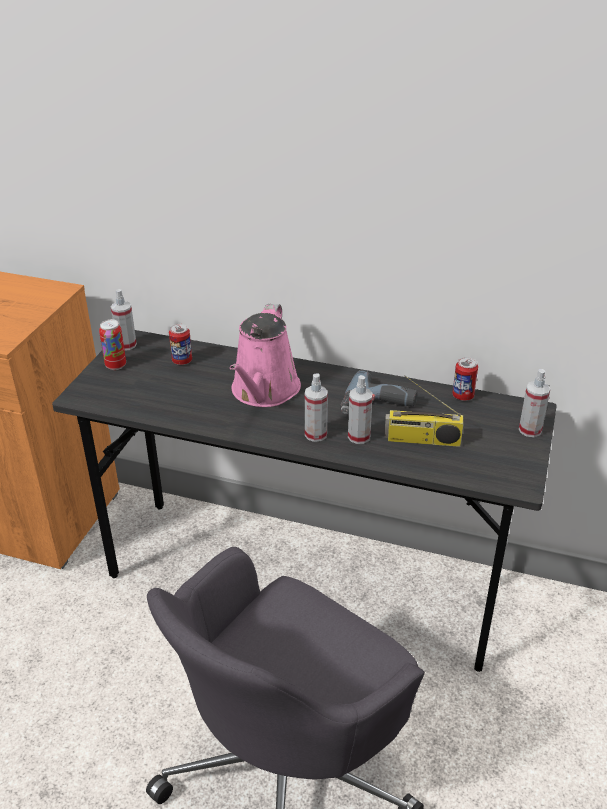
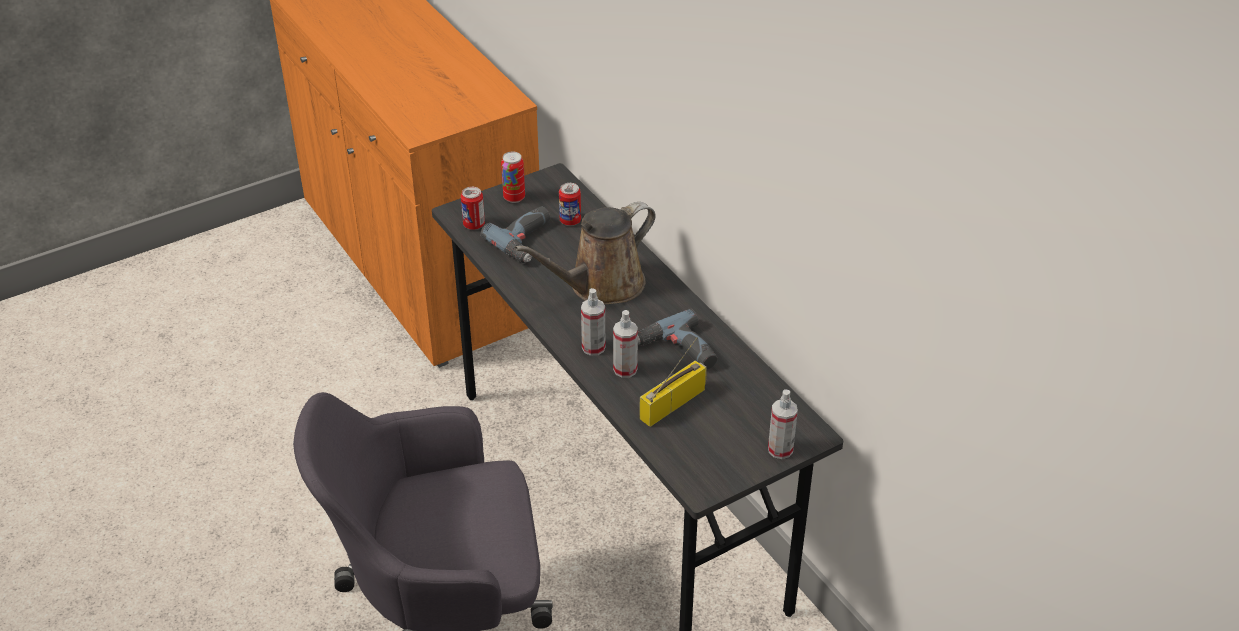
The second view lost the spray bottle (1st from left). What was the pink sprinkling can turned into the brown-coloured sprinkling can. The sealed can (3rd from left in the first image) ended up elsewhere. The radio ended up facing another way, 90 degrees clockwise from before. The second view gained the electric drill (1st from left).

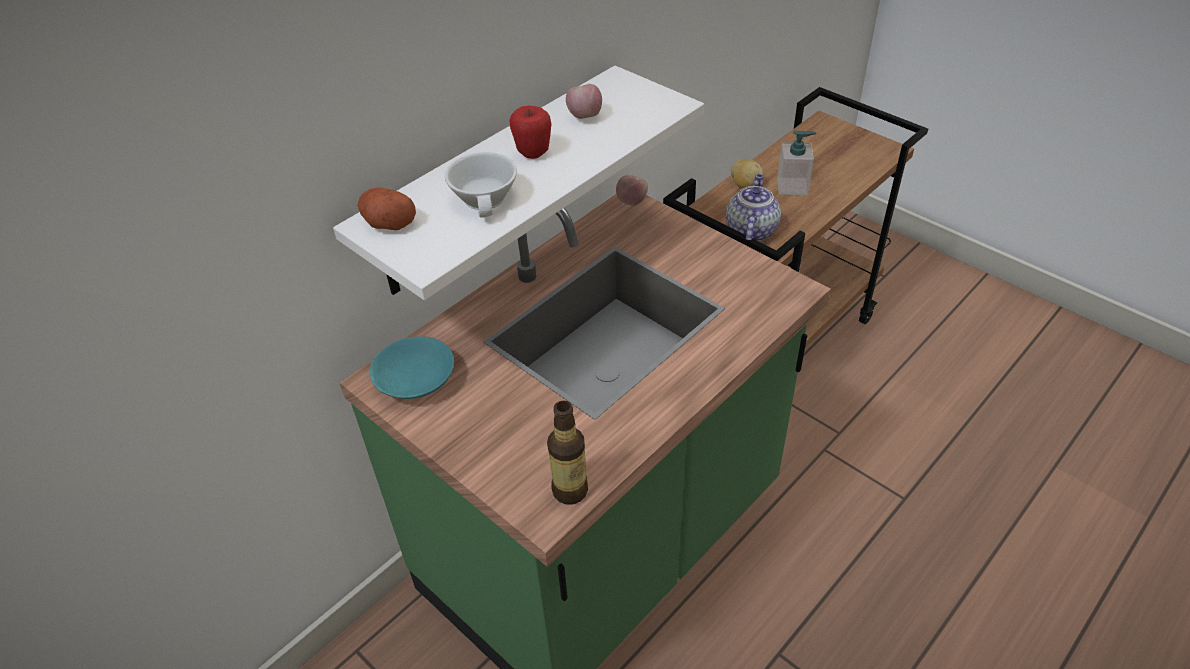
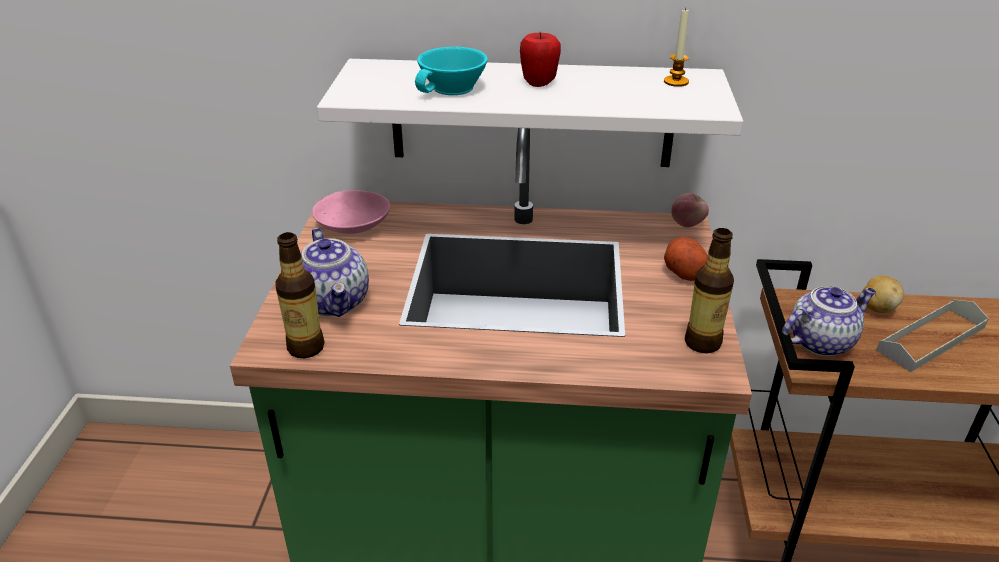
The second view lost the apple (2nd from left). Where the soap bottle stood, the gray serving tray came to stand. What was the white-coloured small cup turned into the turquoise small cup. The whole potato (1st from left) ended up elsewhere. What was the turquoise bowl turned into the pink bowl. The second view gained the wax light. The second view gained the tea pot (1st from left). The second view gained the bottle (2nd from left).

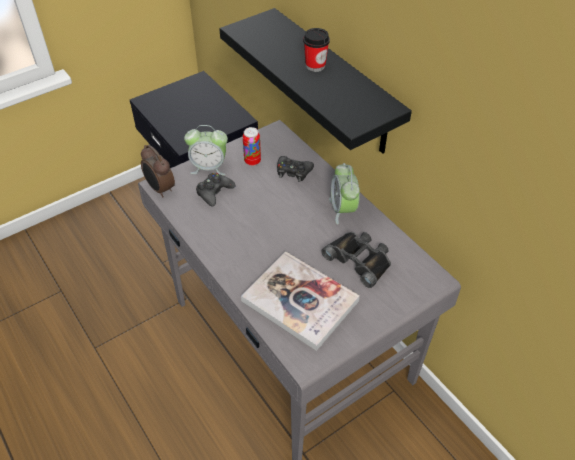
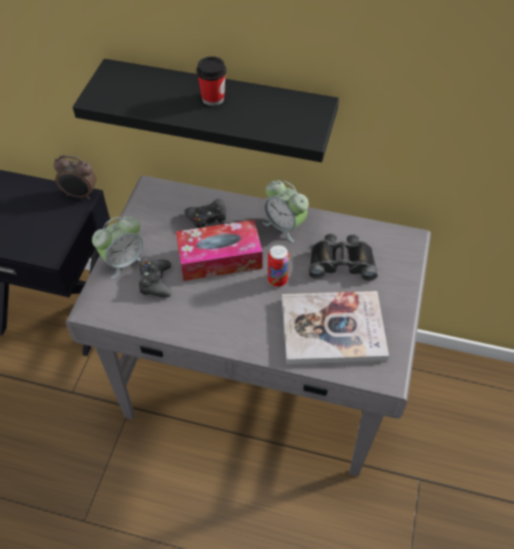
The sealed can ended up elsewhere. The table clock (1st from left) ended up elsewhere. The second view gained the tissue box.

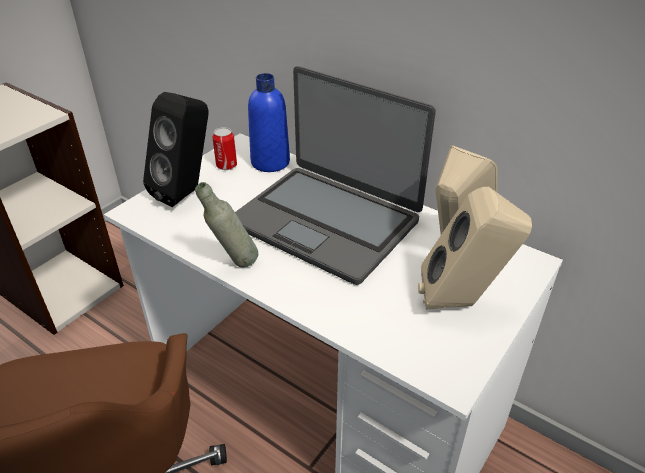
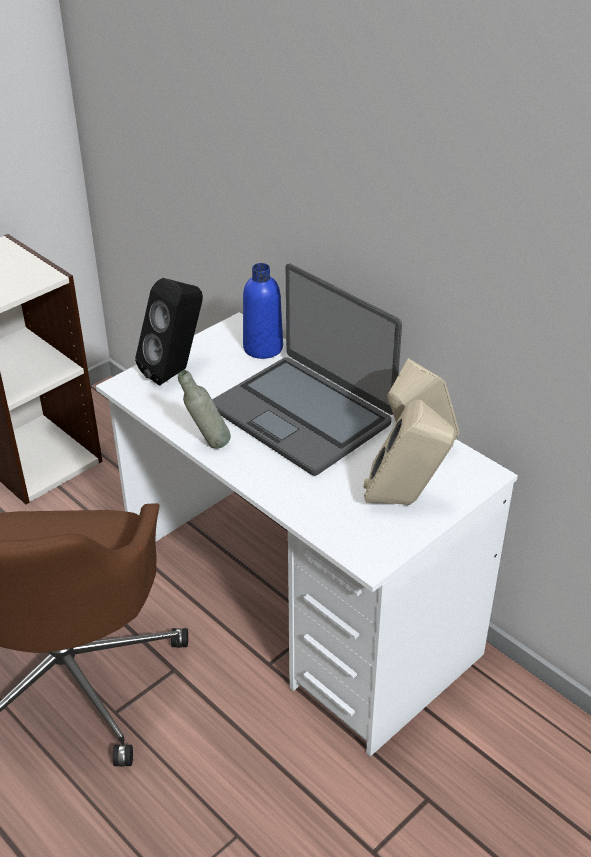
The second view lost the sealed can.

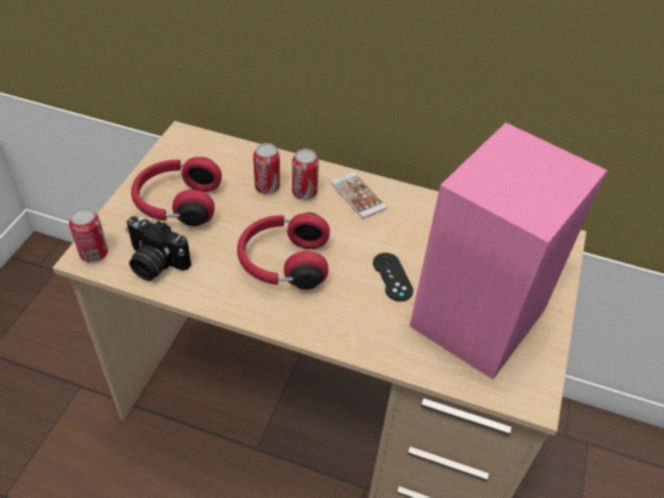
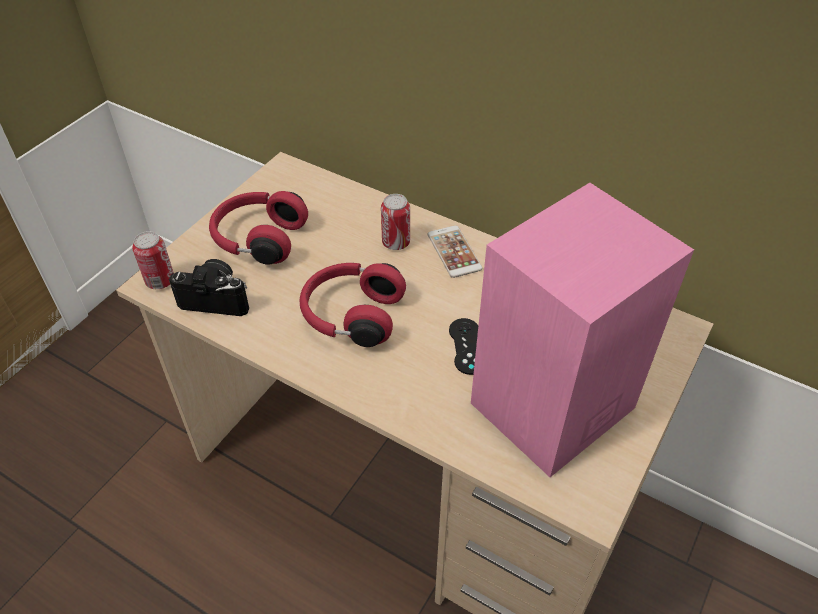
The second view lost the sealed can (2nd from left). The photo camera ended up facing another way, 150 degrees clockwise from before.

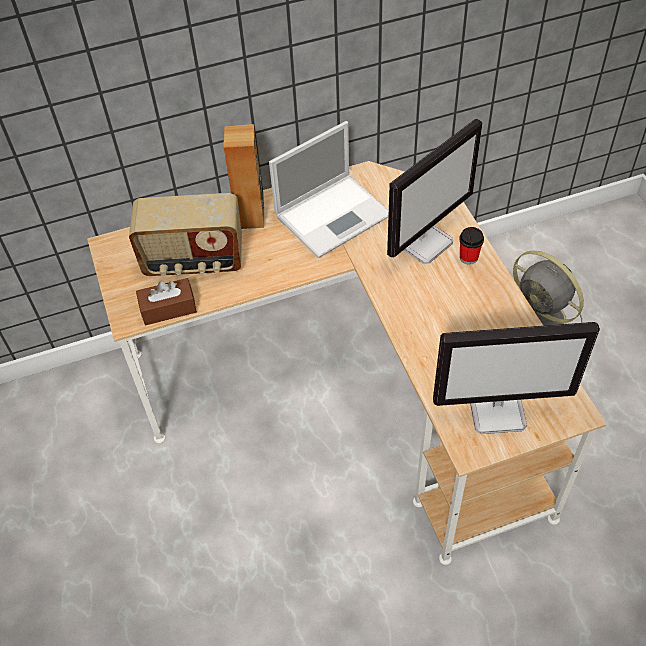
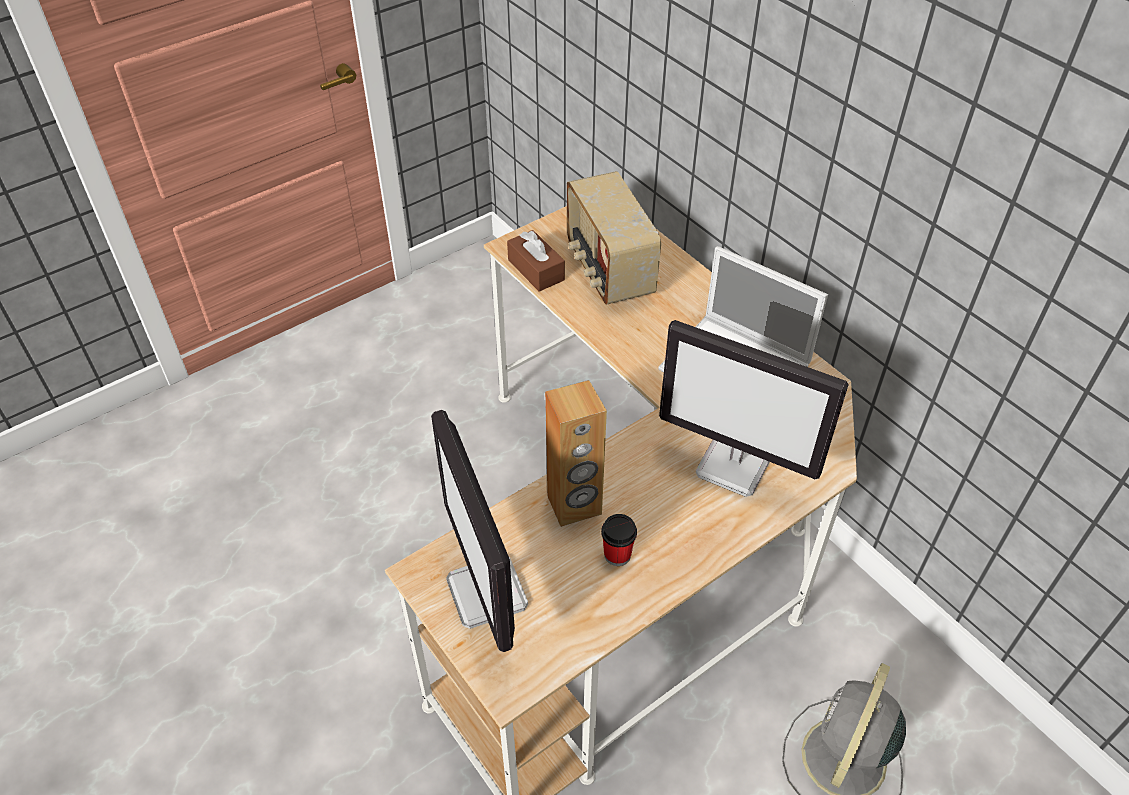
The brown-coloured loudspeaker ended up elsewhere. The small cup ended up elsewhere.

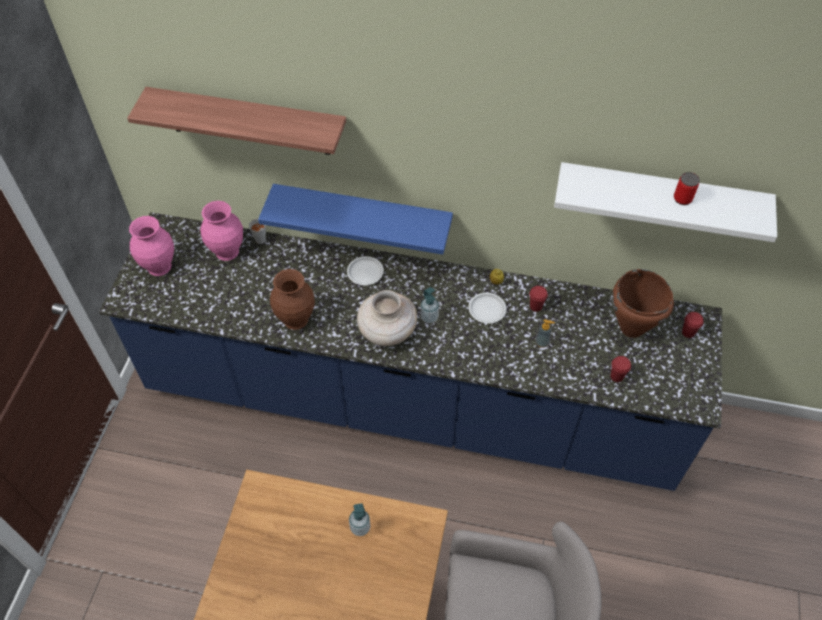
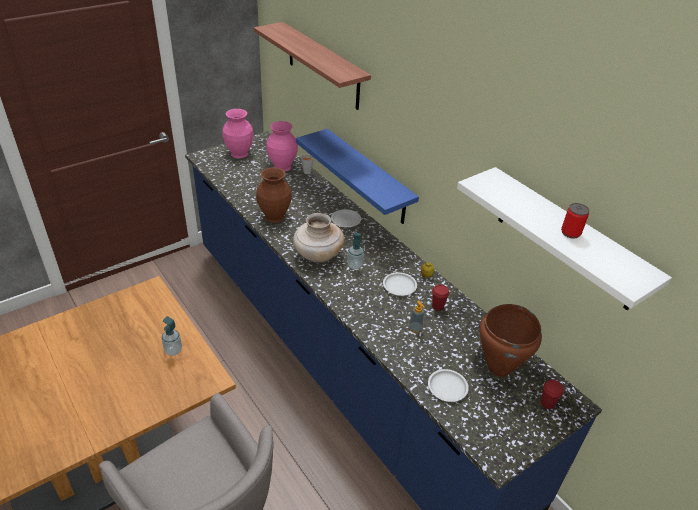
Where the red-coloured small cup (2nd from left) stood, the white-coloured dinner plate (3rd from left) came to stand.

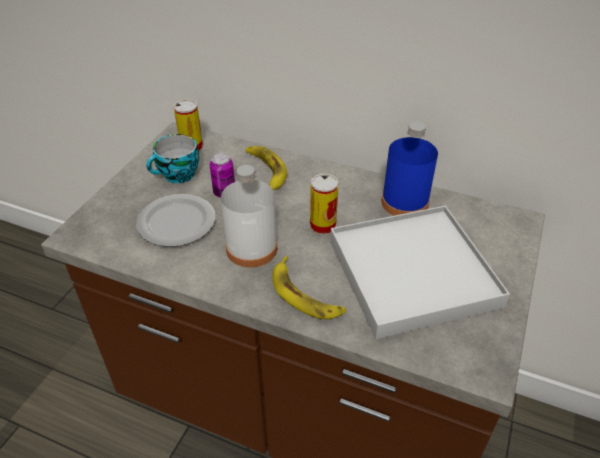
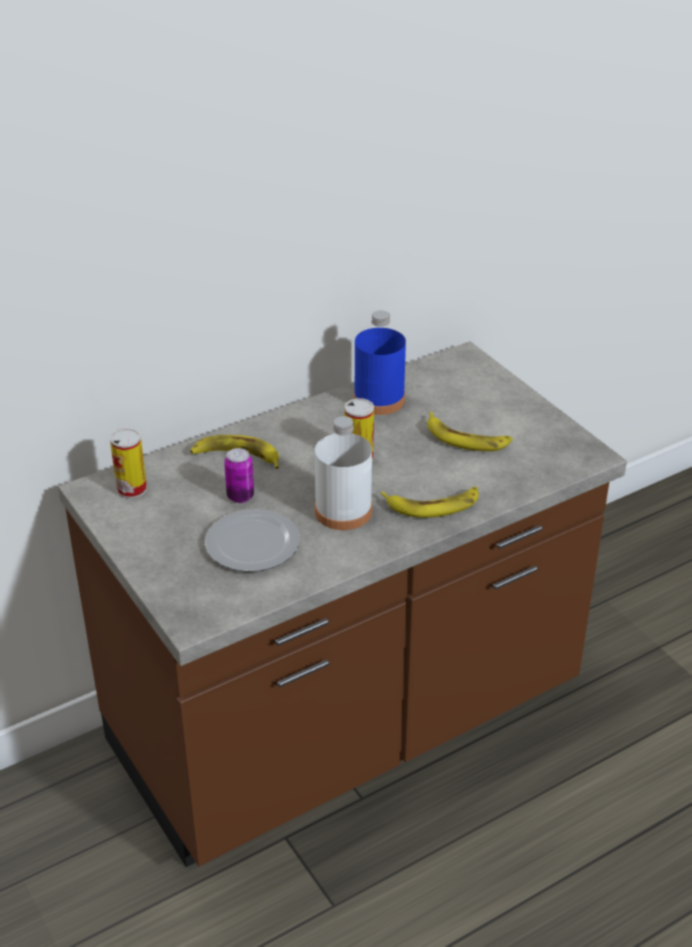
The second view lost the small cup. Where the white-coloured serving tray stood, the whole banana (3rd from left) came to stand.

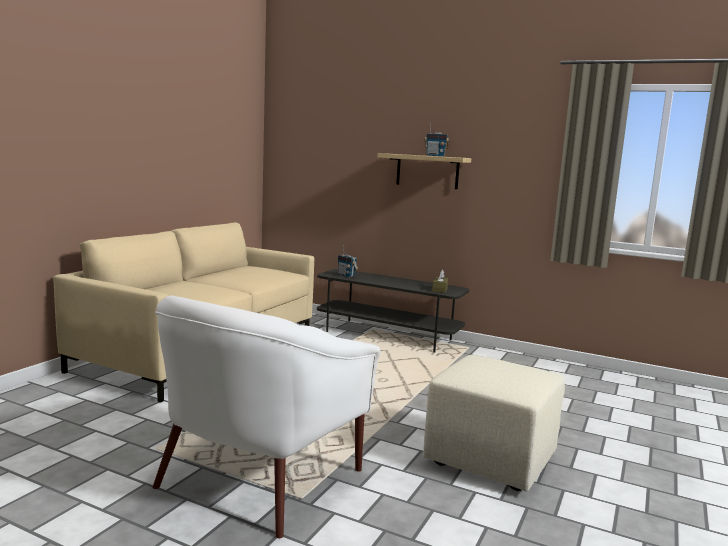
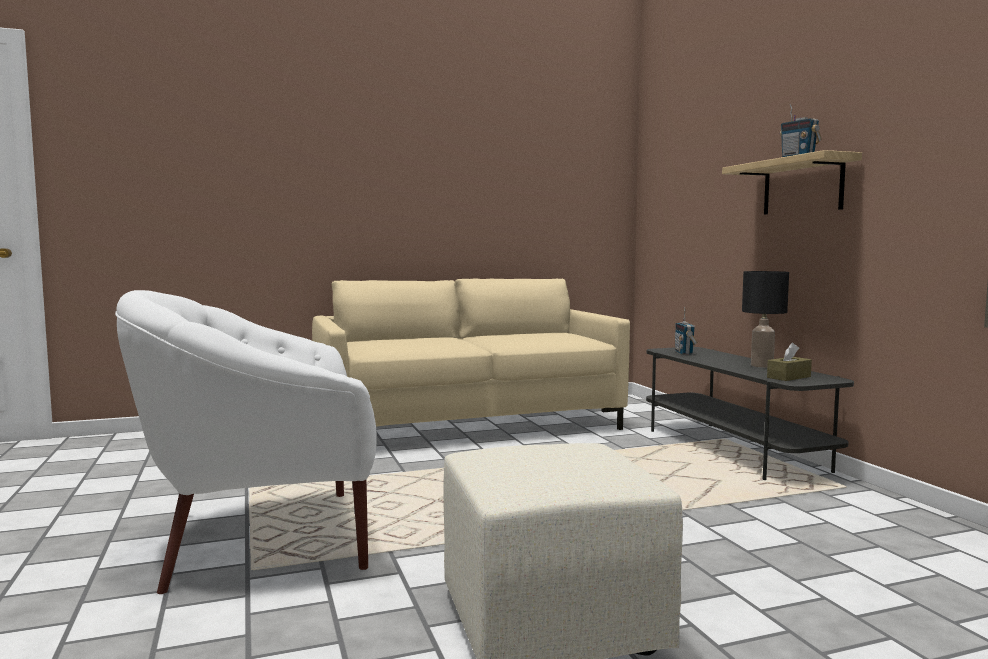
The second view gained the blackish table lamp.

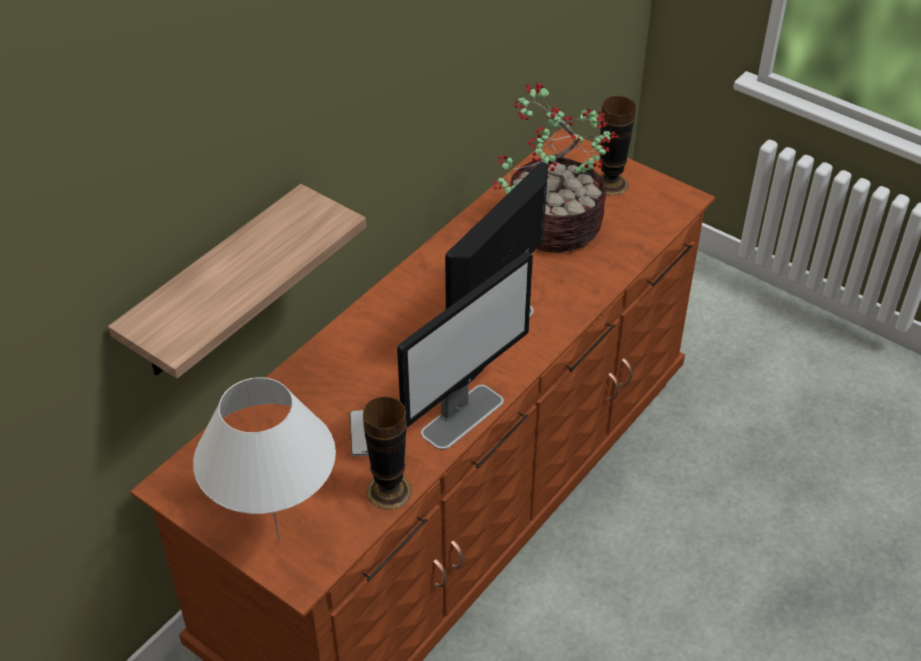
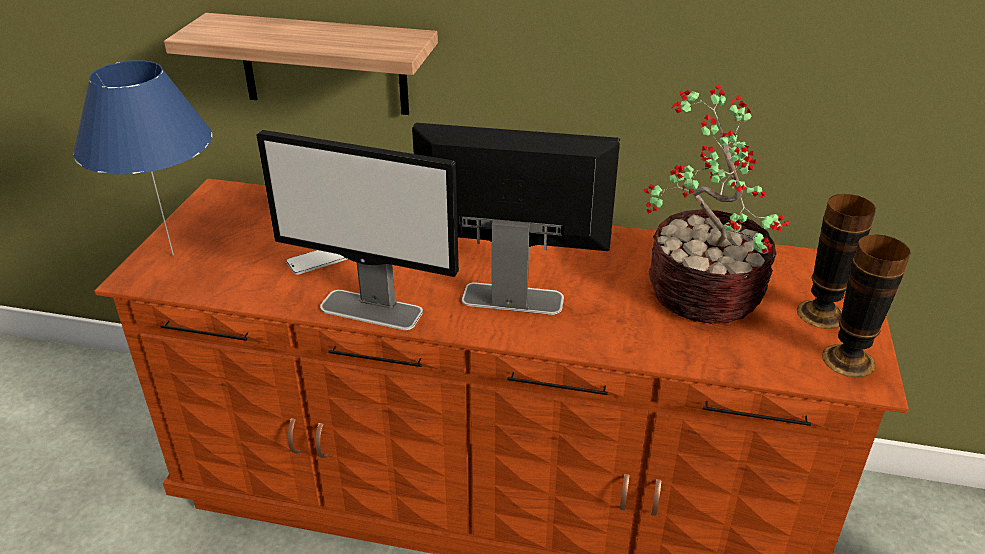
What was the white-coloured table lamp turned into the blue-coloured table lamp. The flower vase (1st from left in the first image) ended up elsewhere.

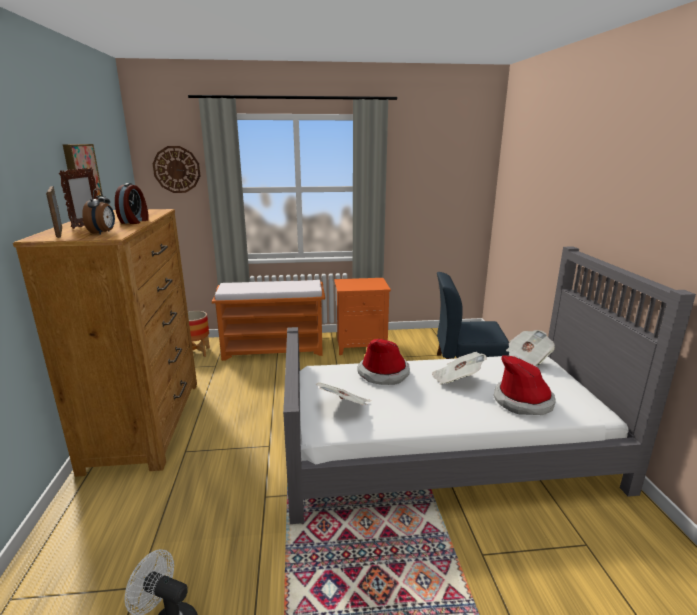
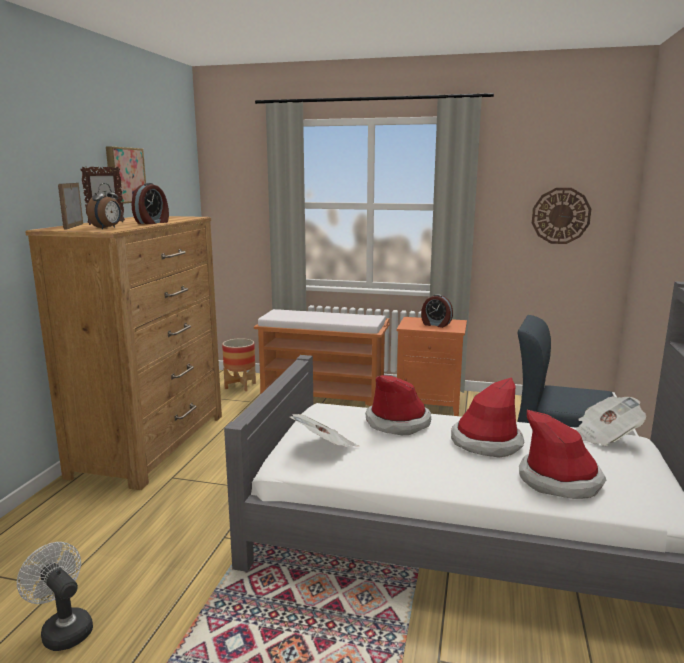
The clock on the wall ended up elsewhere. Where the printed paper (2nd from left) stood, the clothing hat (2nd from left) came to stand. The second view gained the table clock (3rd from left).

